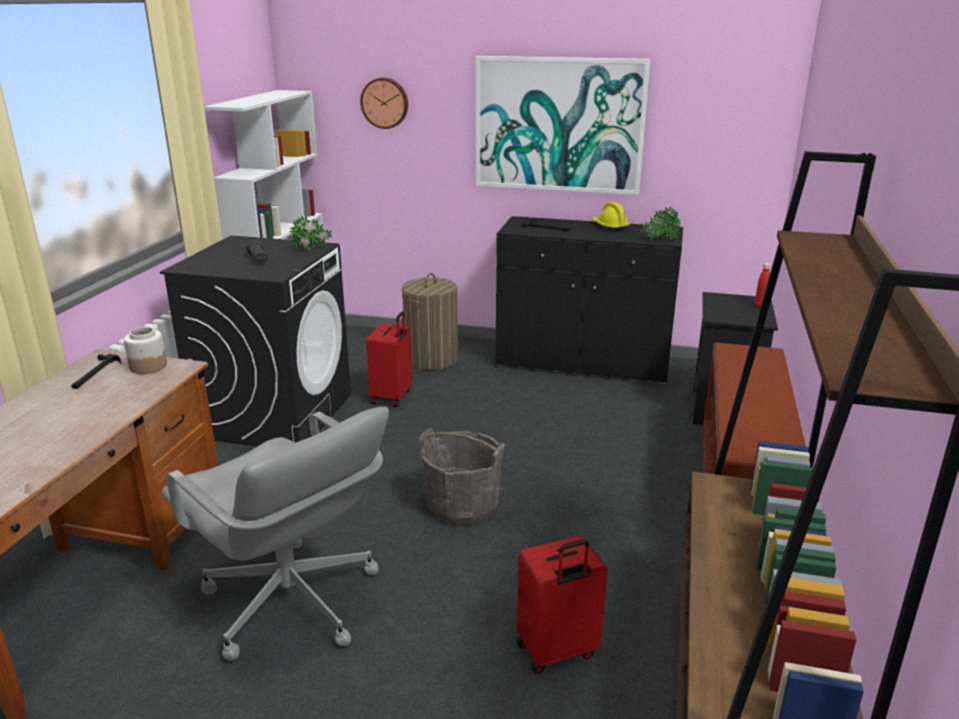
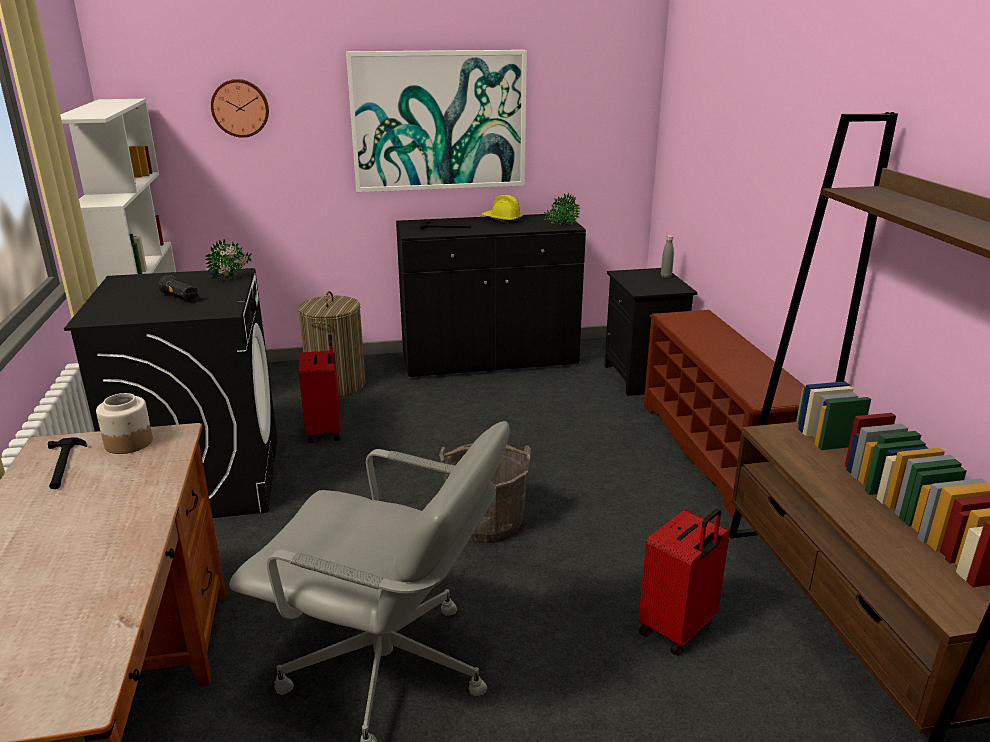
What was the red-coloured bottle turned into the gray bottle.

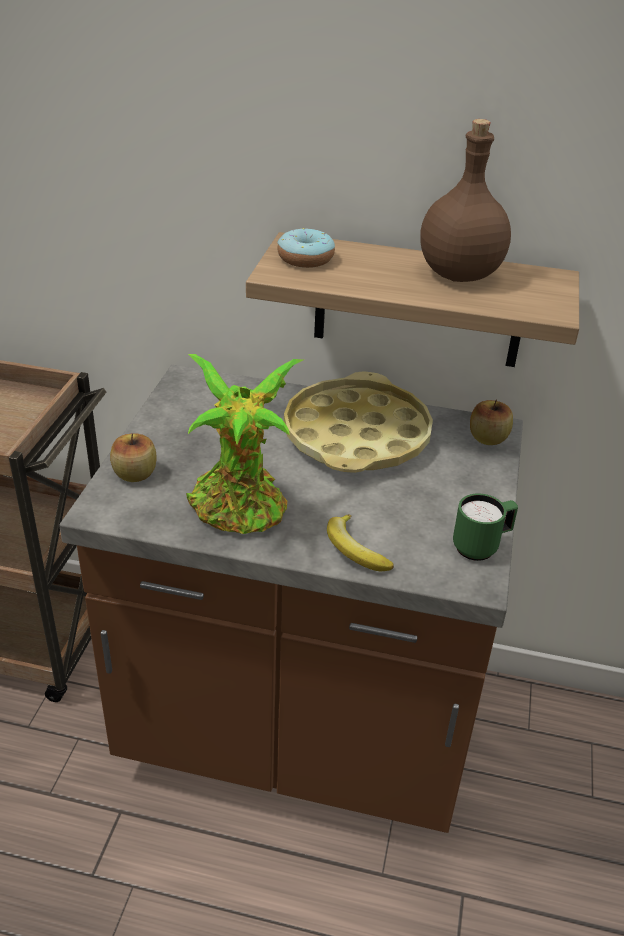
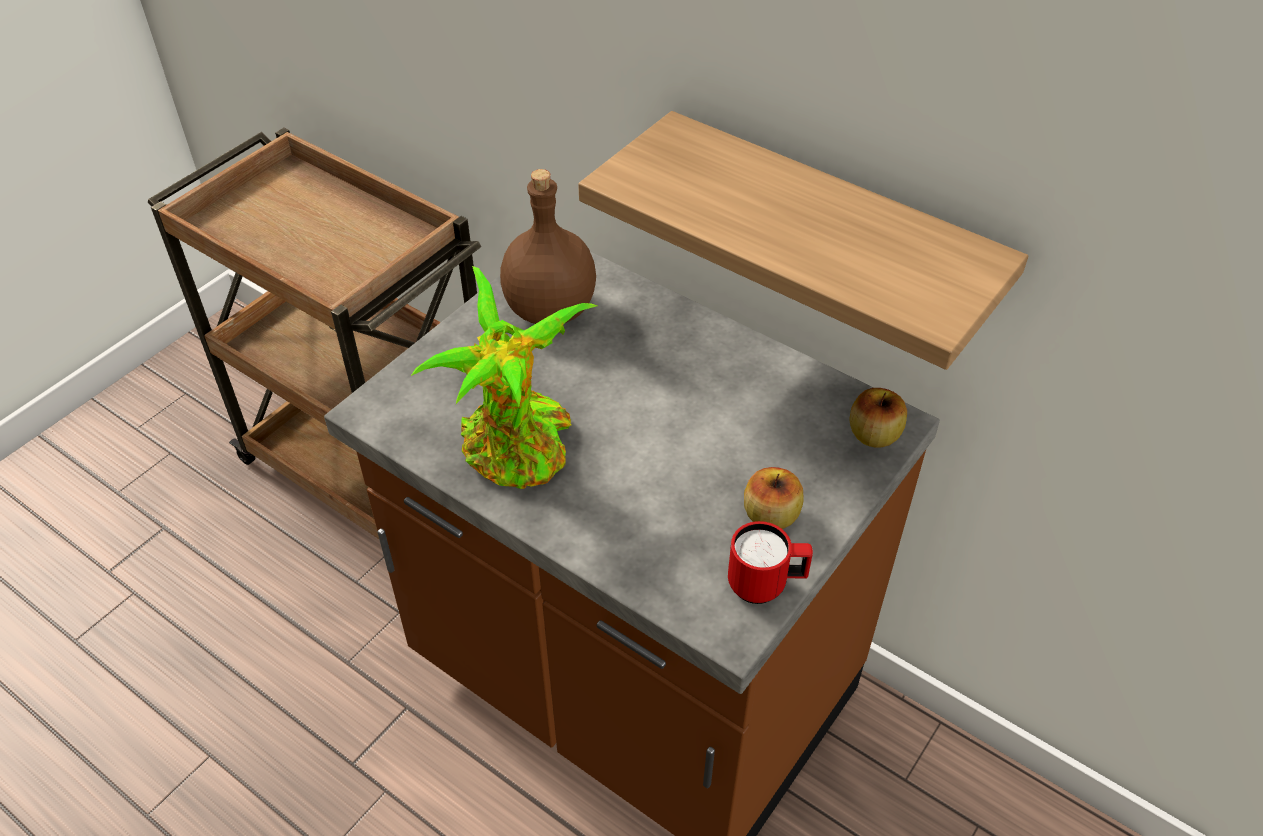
The brown-coloured bottle ended up elsewhere. The second view lost the ring doughnut. The second view lost the yellowish serving tray. The apple (1st from left) ended up elsewhere. What was the greenish mug turned into the red-coloured mug. The second view lost the whole banana.

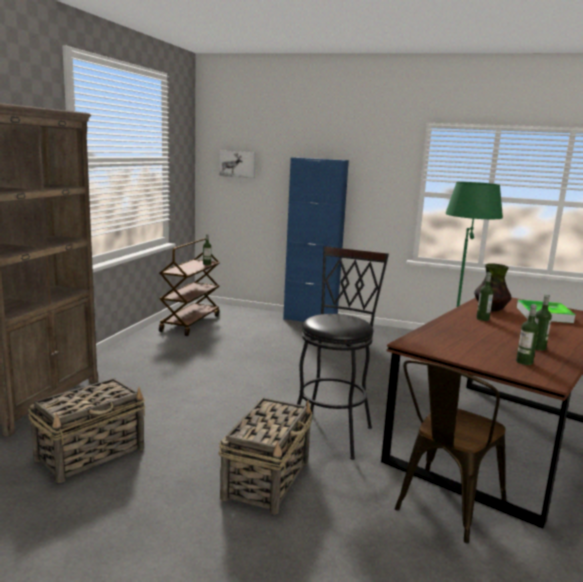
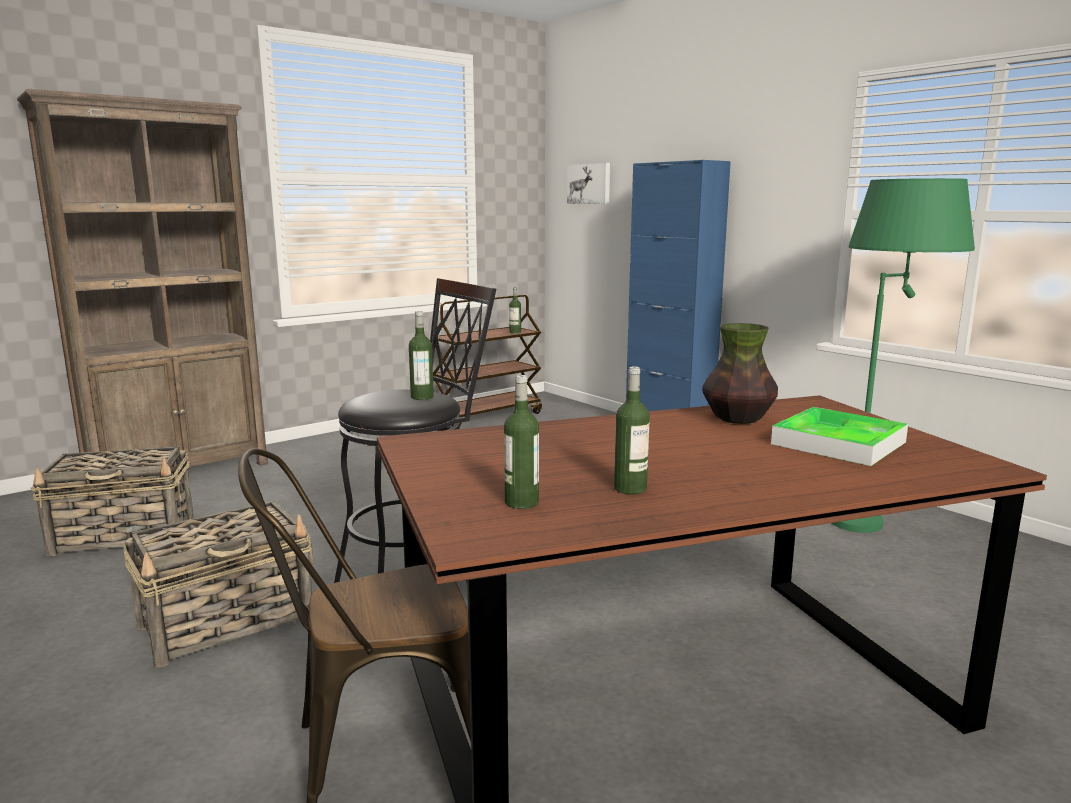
The bottle (2nd from left in the first image) ended up elsewhere.

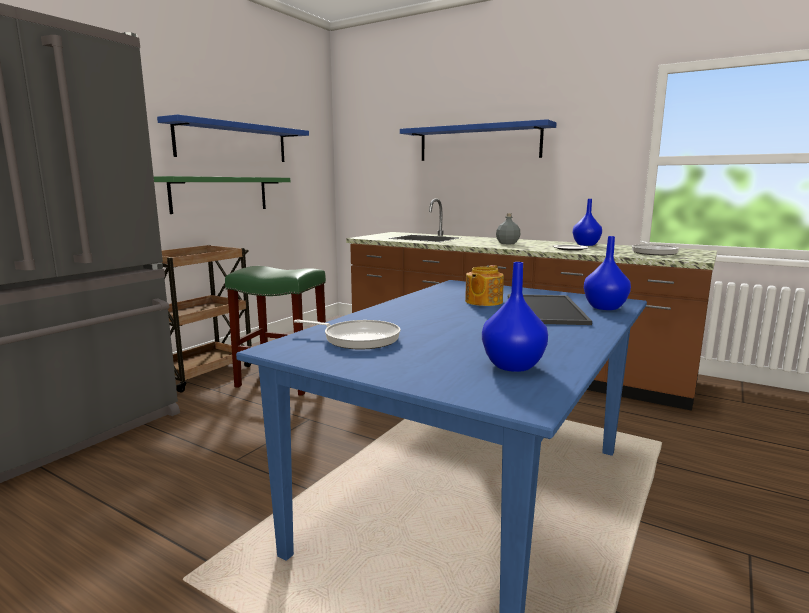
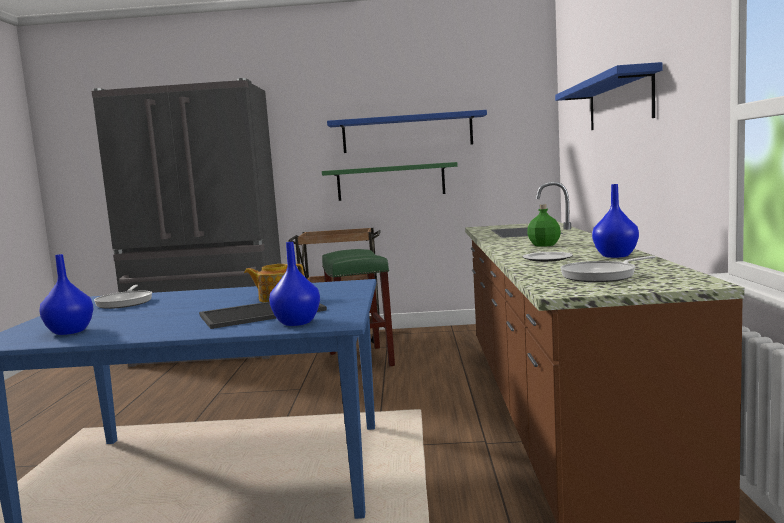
What was the gray bottle turned into the greenish bottle.

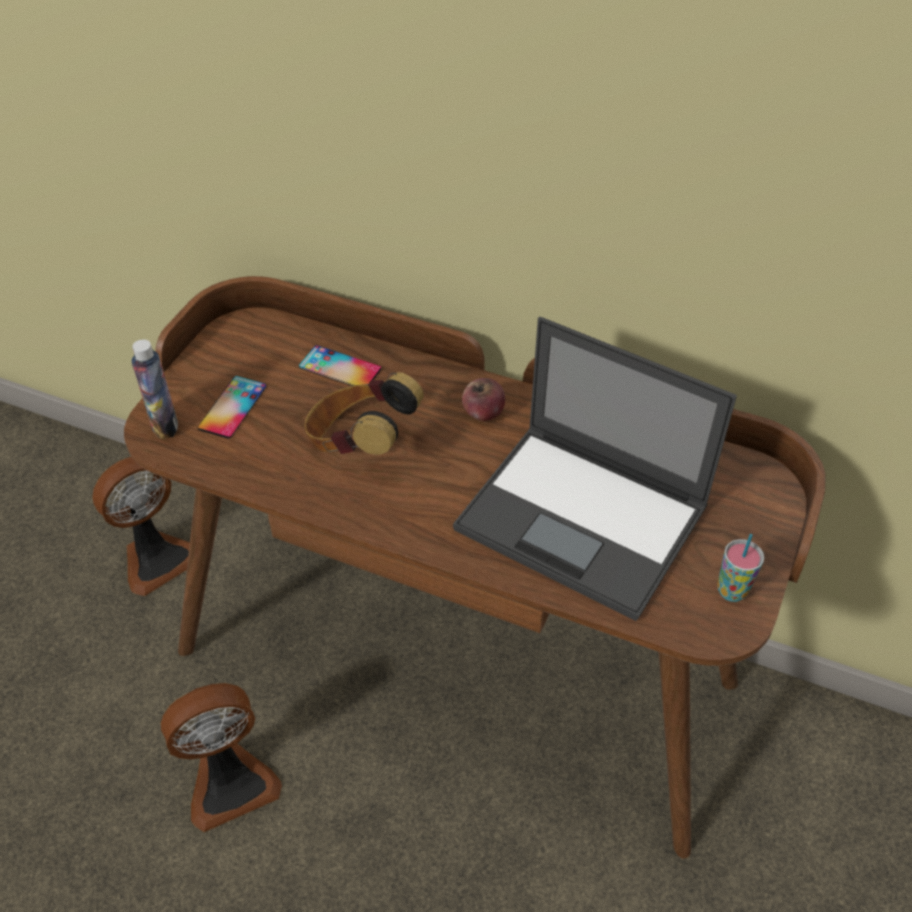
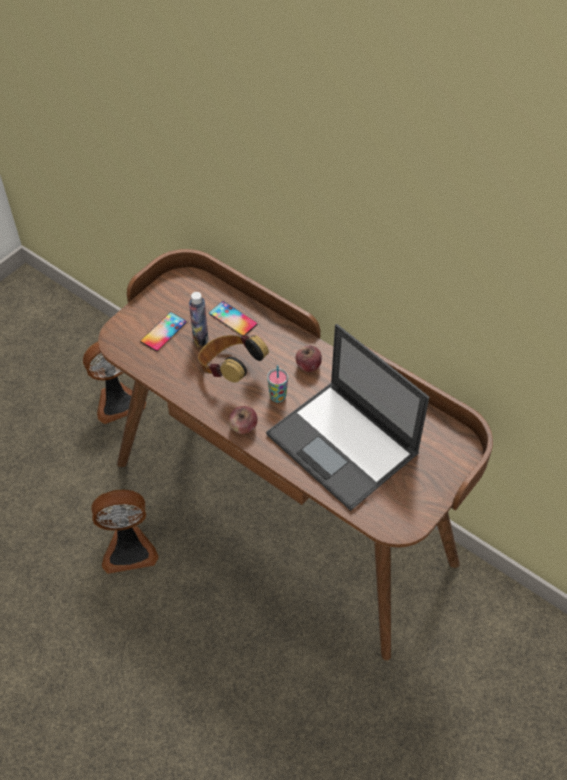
The bottle ended up elsewhere. The small cup ended up elsewhere. The second view gained the apple (1st from left).

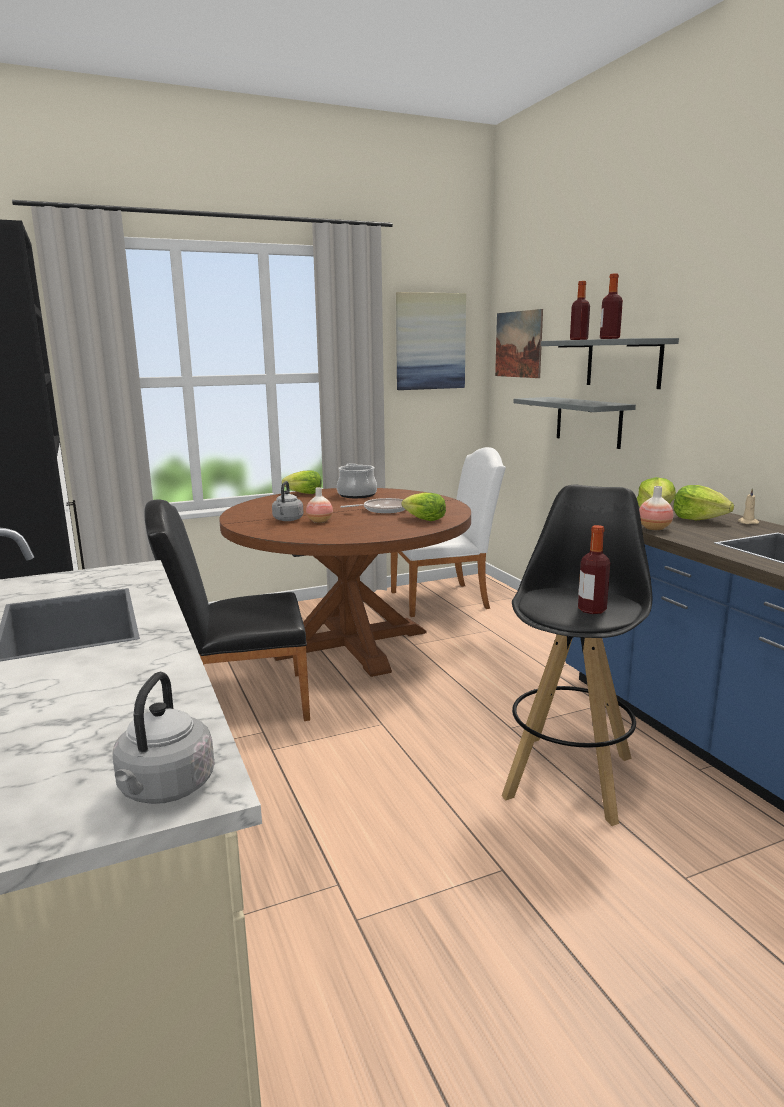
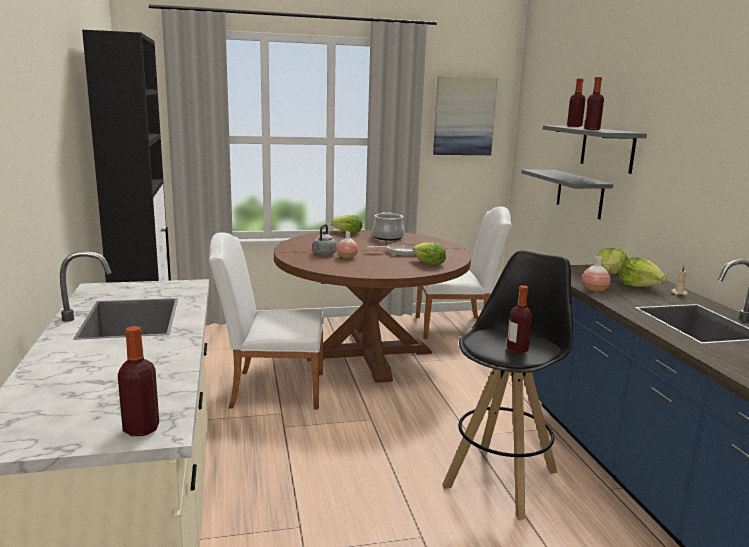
The second view lost the wall picture (2nd from left). What was the blackish chair turned into the white-coloured chair (1st from left). Where the gray tea kettle (1st from left) stood, the bottle (1st from left) came to stand.

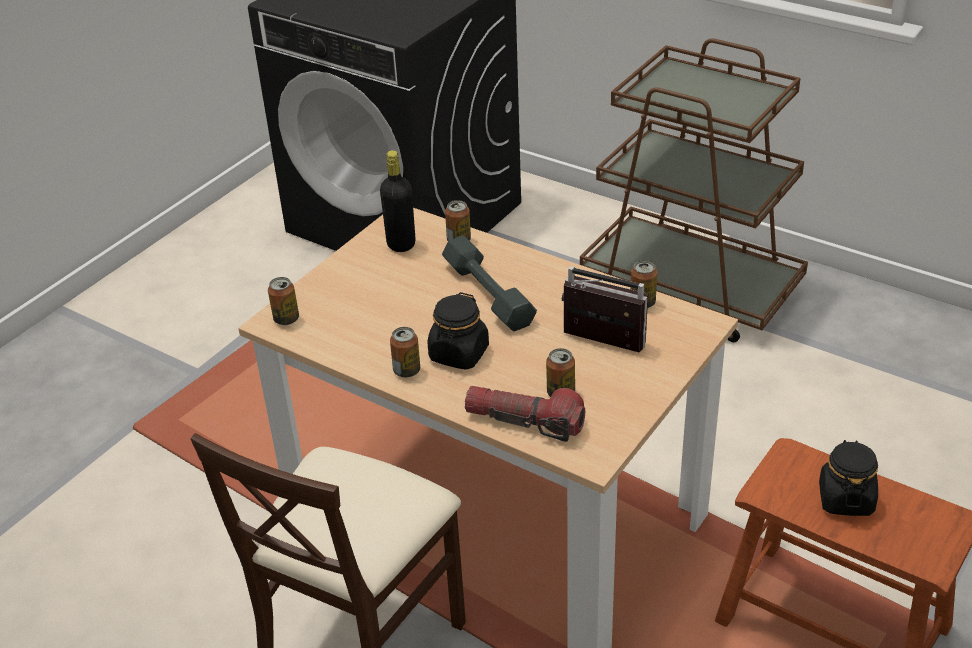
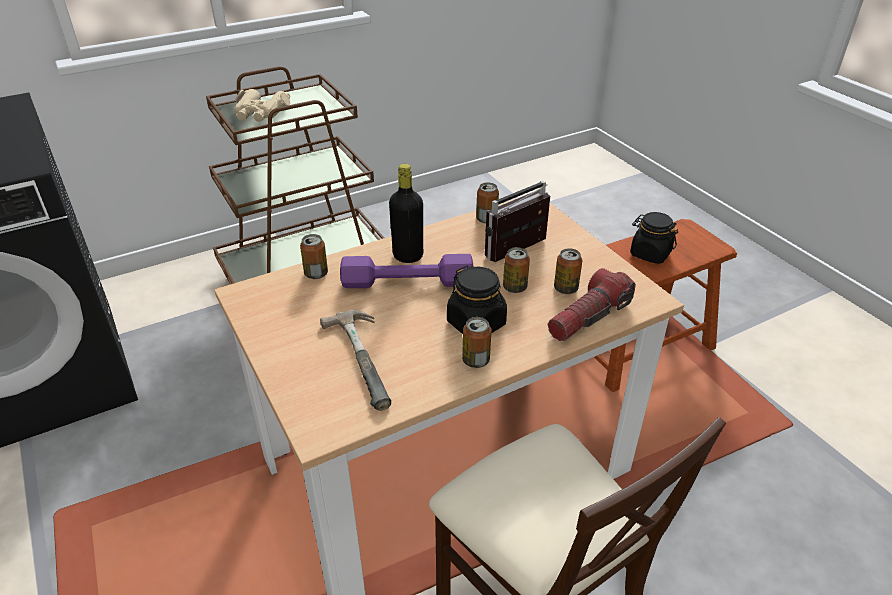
The blackish bottle ended up elsewhere. What was the gray free weight turned into the purple free weight. The sealed can (1st from left in the first image) ended up elsewhere. The second view gained the beige-coloured binoculars. The second view gained the hand hammer.

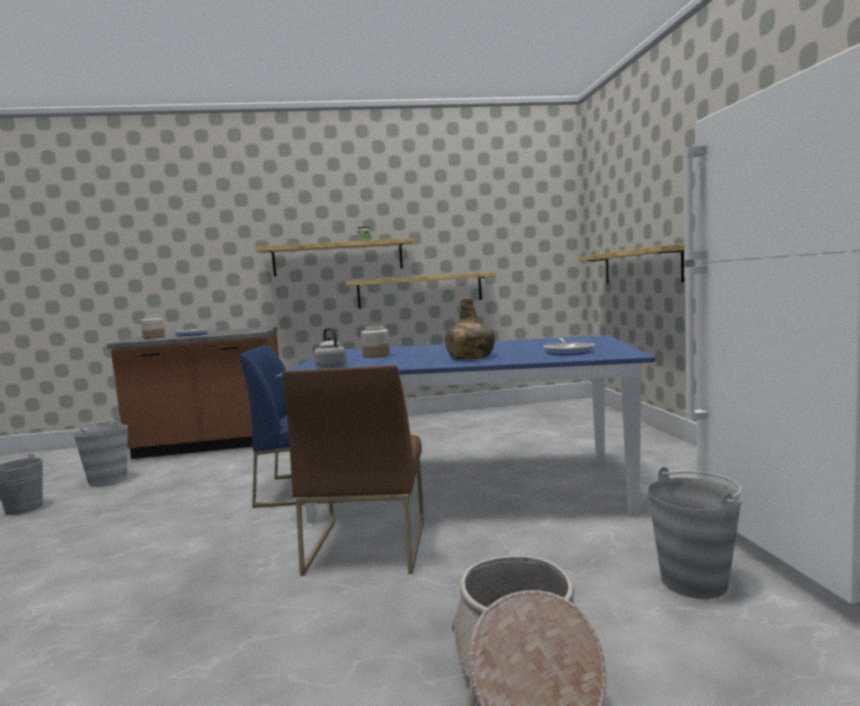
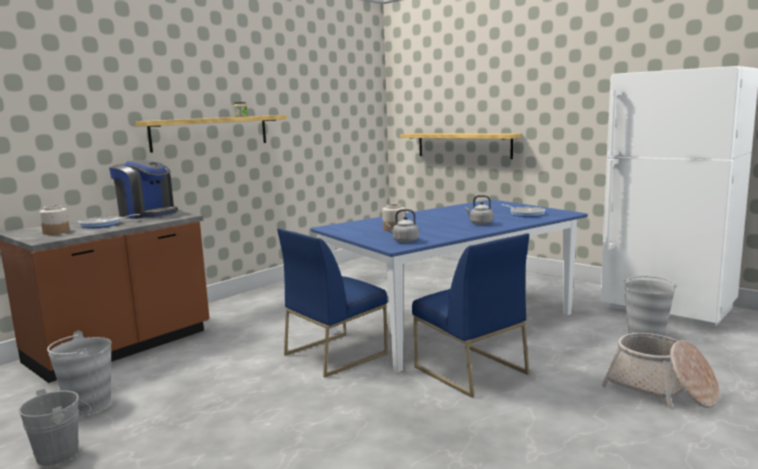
The second view lost the wall shelf (2nd from left). Where the greenish bottle stood, the gray tea kettle (2nd from left) came to stand. What was the brown-coloured chair turned into the blue-coloured chair (2nd from left). The second view gained the coffee machine.

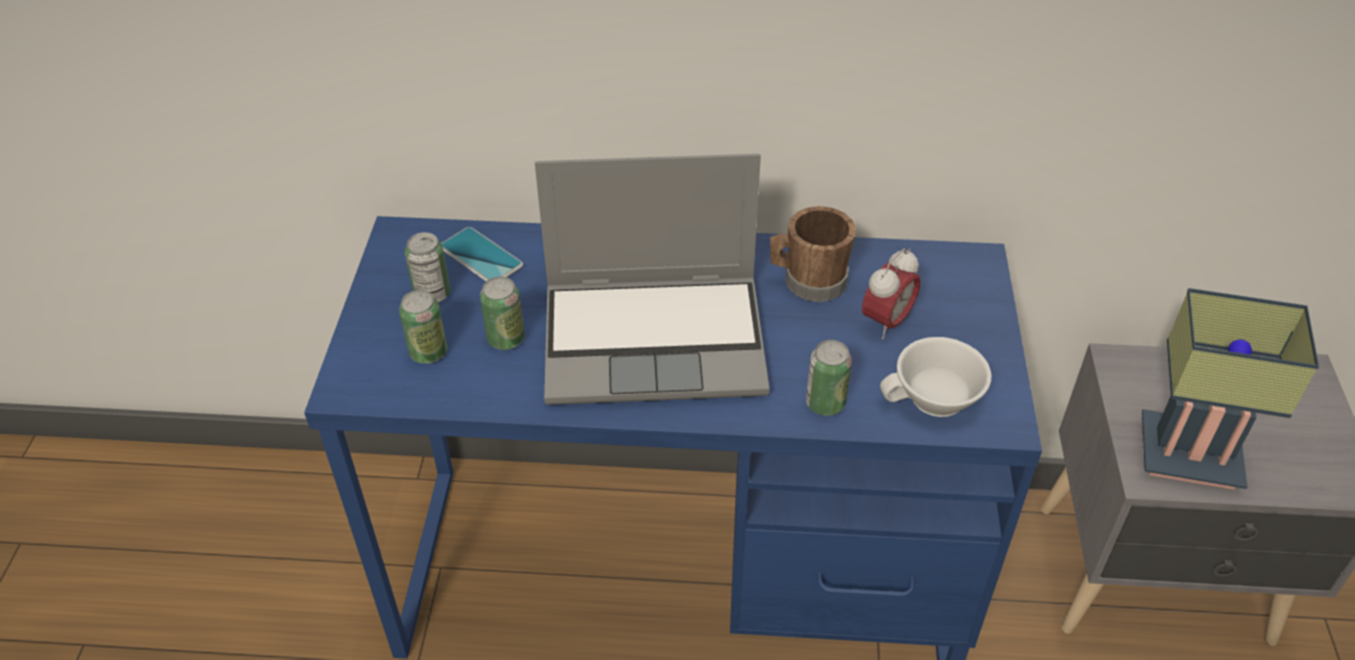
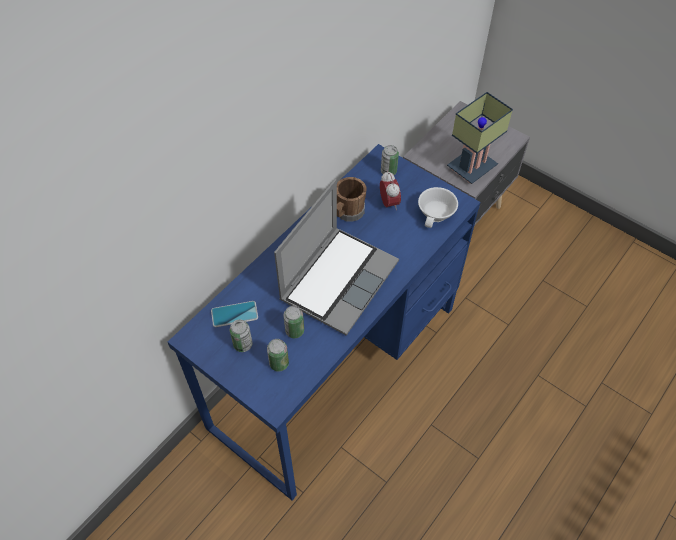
The sealed can (4th from left) ended up elsewhere.

